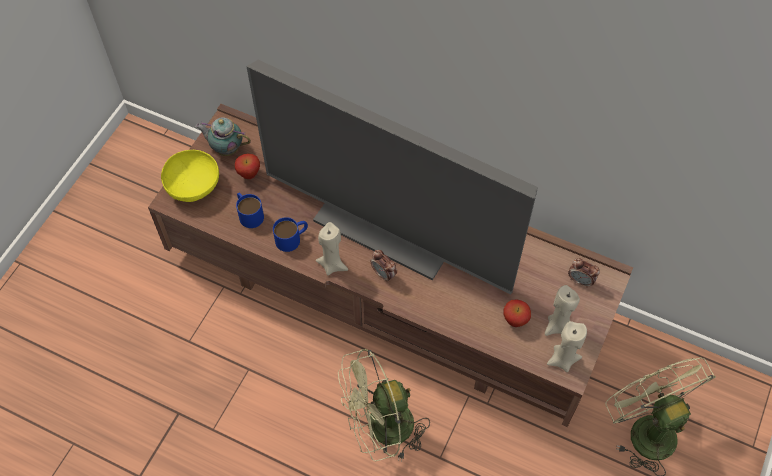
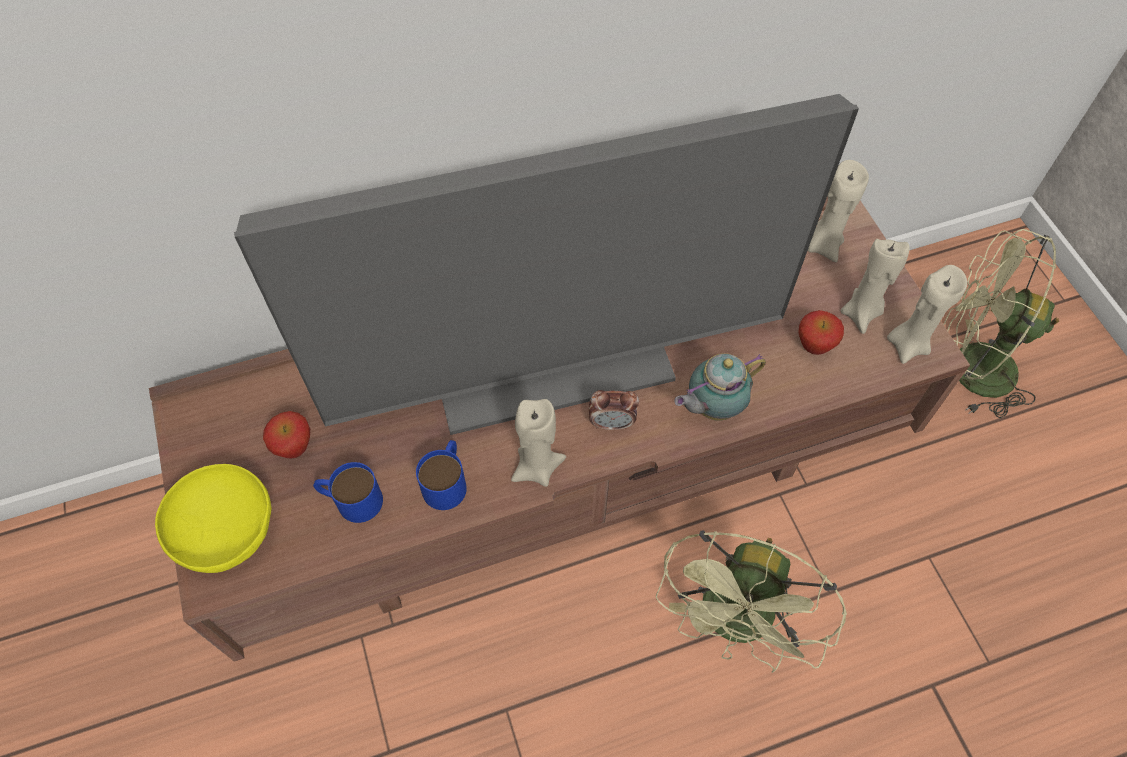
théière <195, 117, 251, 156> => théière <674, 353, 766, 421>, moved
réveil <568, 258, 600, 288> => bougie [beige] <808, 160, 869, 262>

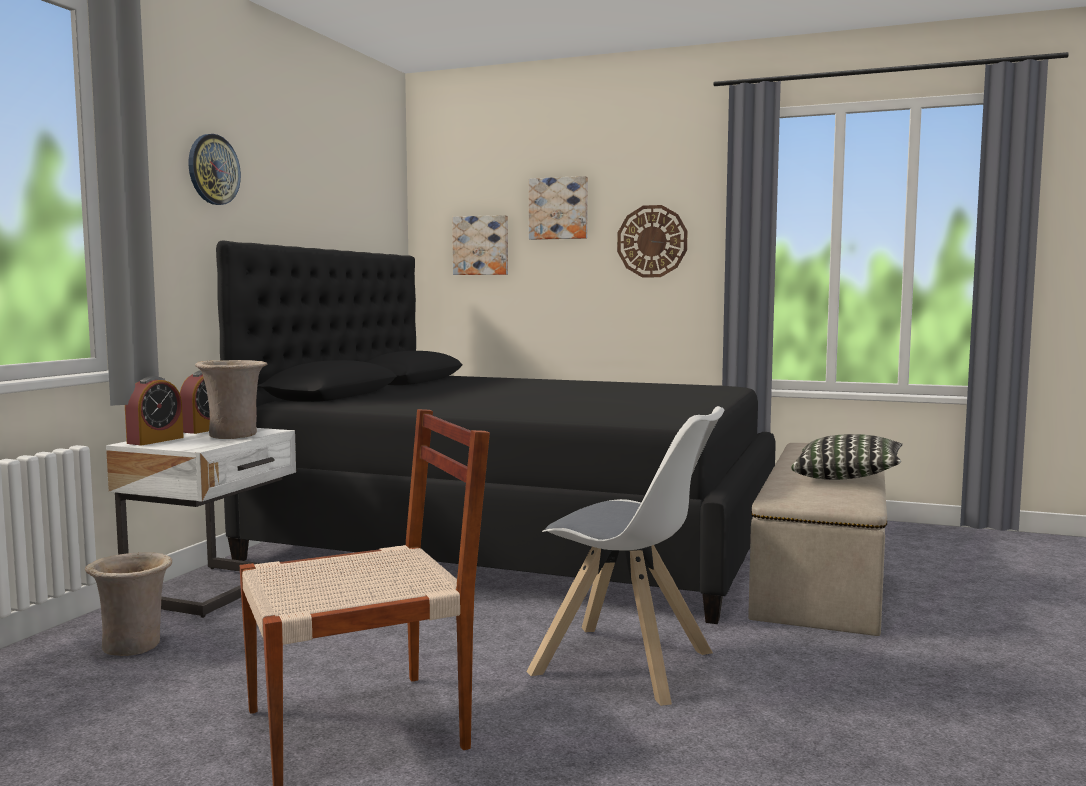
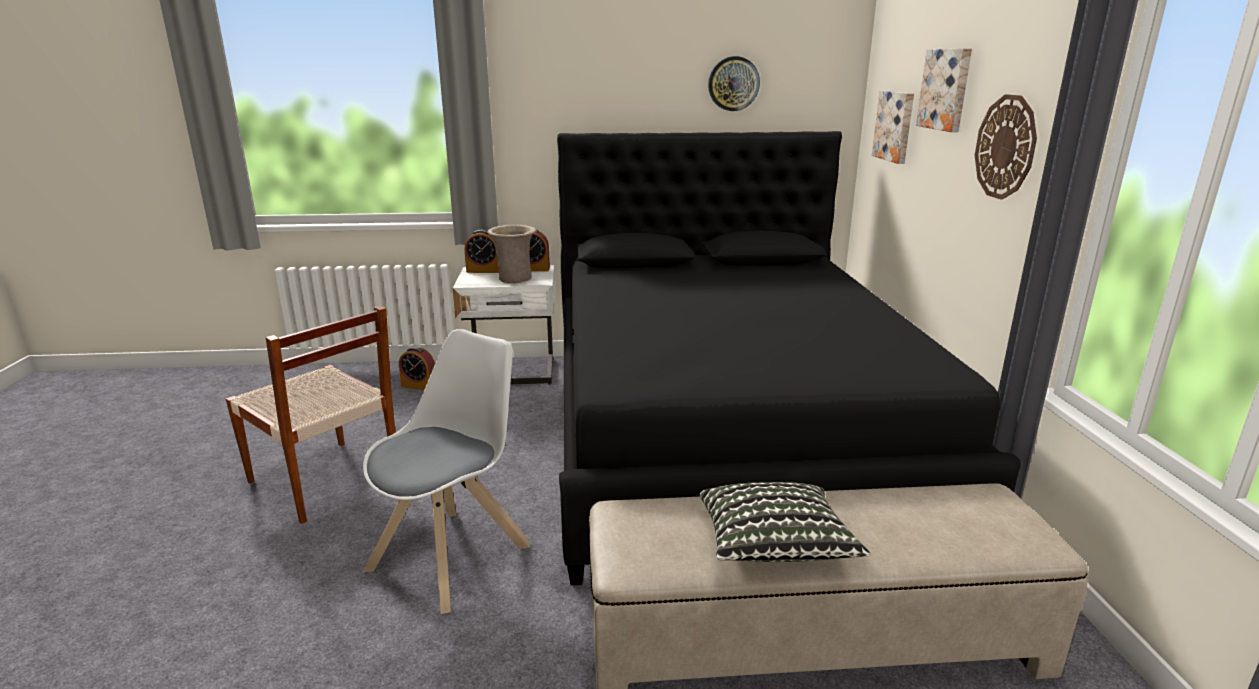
horloge murale <188, 134, 241, 205> => horloge murale <708, 56, 760, 111>, moved
chaise <526, 406, 724, 706> => chaise <363, 329, 530, 614>, 150 degrees counterclockwise
vase [beige] <85, 552, 172, 656> => réveil <399, 347, 435, 390>

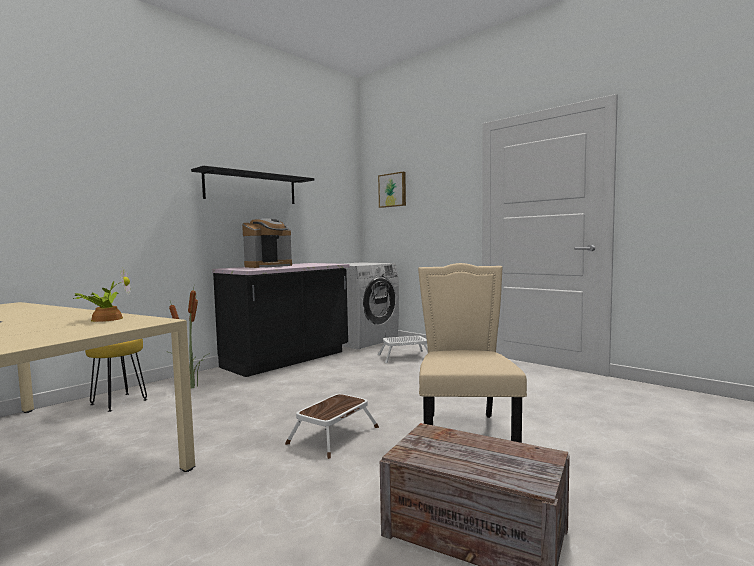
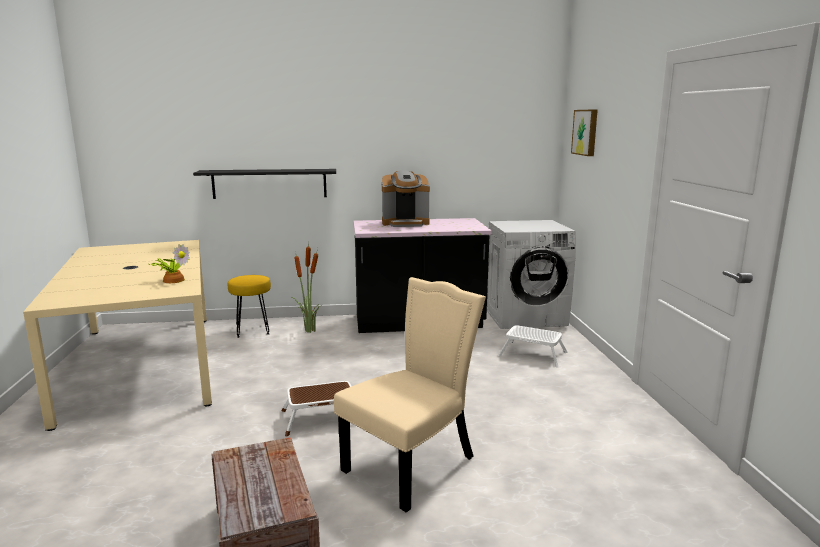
étagère [noir] <191, 166, 314, 204> => étagère [noir] <193, 169, 336, 199>, moved

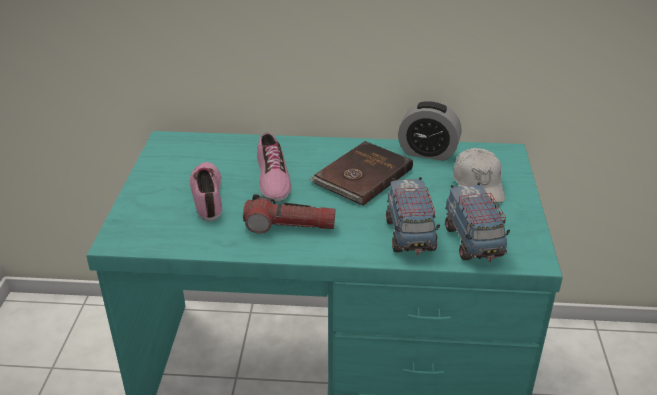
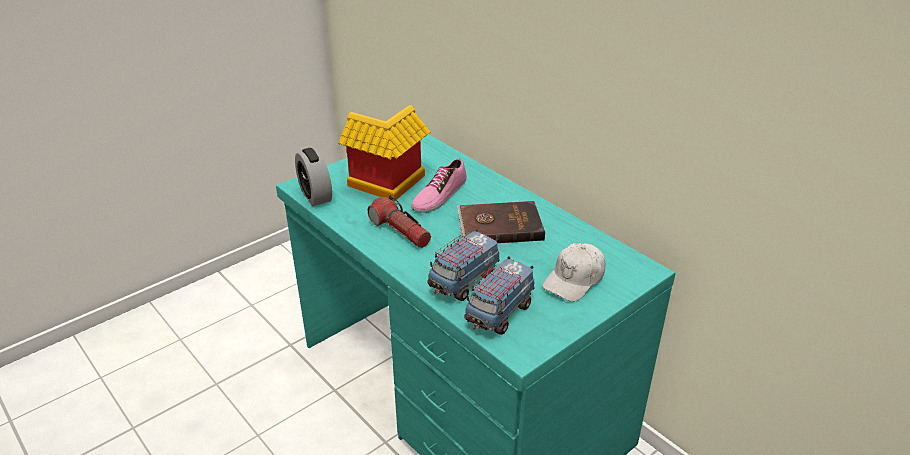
réveil <398, 101, 462, 161> => réveil <295, 148, 332, 206>, moved
chaussure <190, 162, 222, 222> => maison miniature <338, 105, 431, 202>

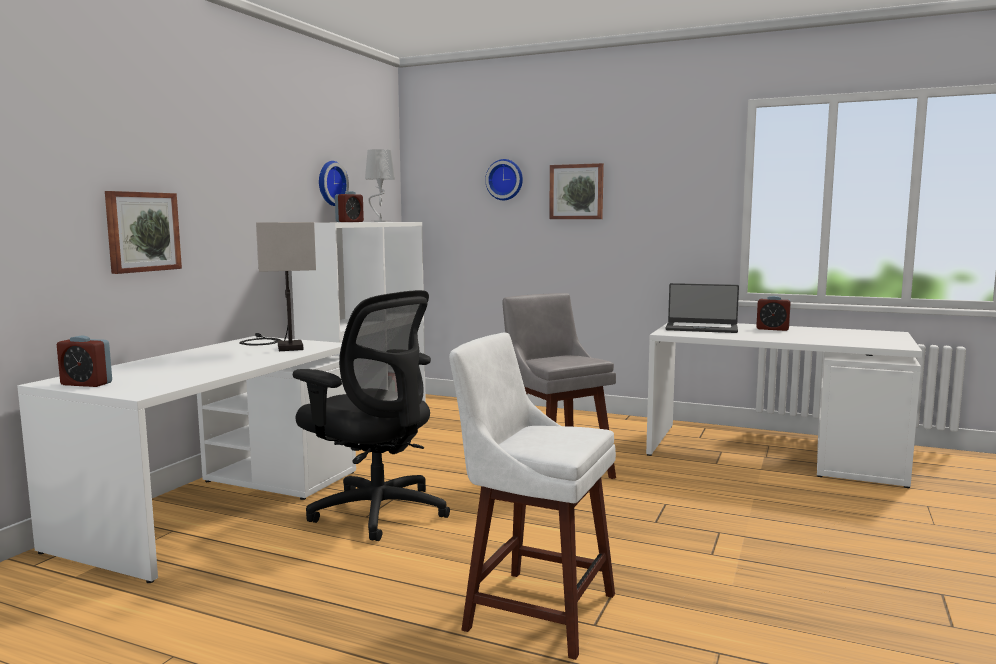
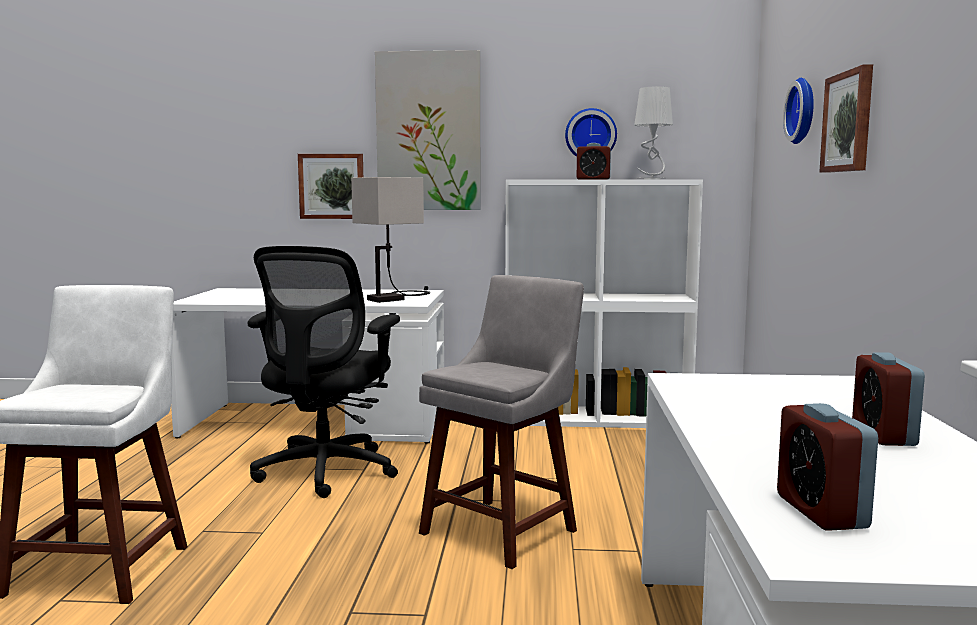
ordinateur portable <665, 283, 739, 333> => nothing
réveil <57, 335, 112, 387> => réveil <777, 403, 878, 531>, moved
nothing => tableau <375, 50, 480, 210>

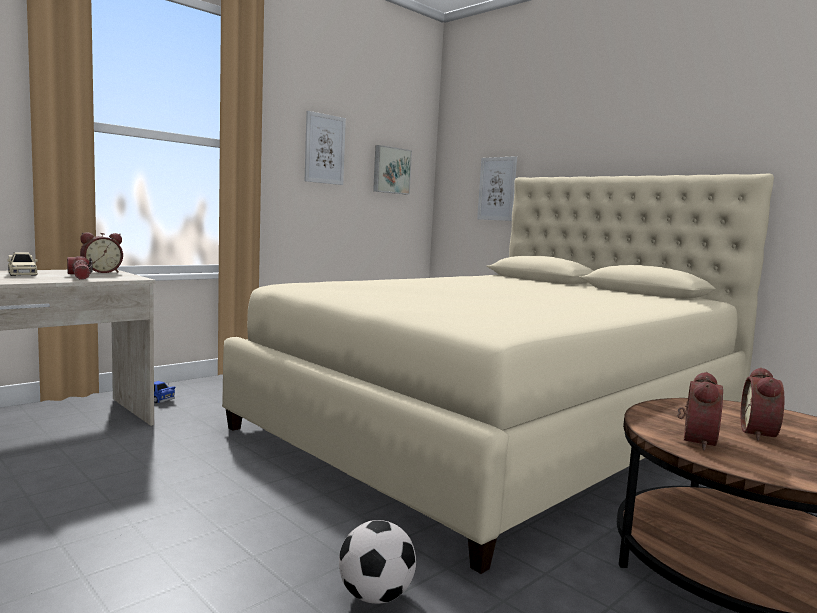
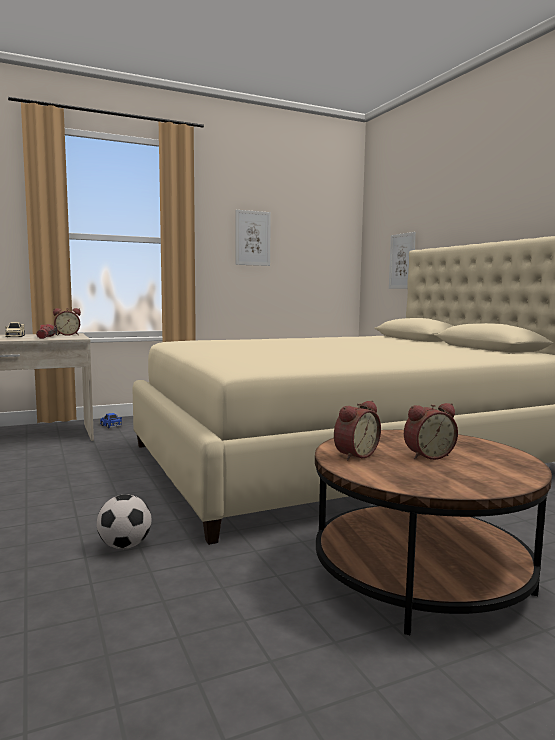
tableau <373, 145, 412, 195> => nothing
réveil <741, 367, 784, 441> => réveil <404, 403, 458, 460>, 150 degrees counterclockwise

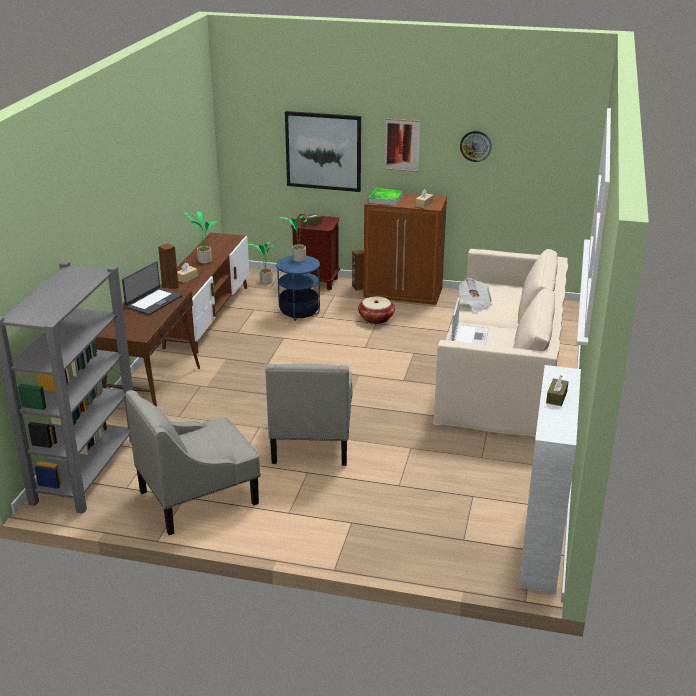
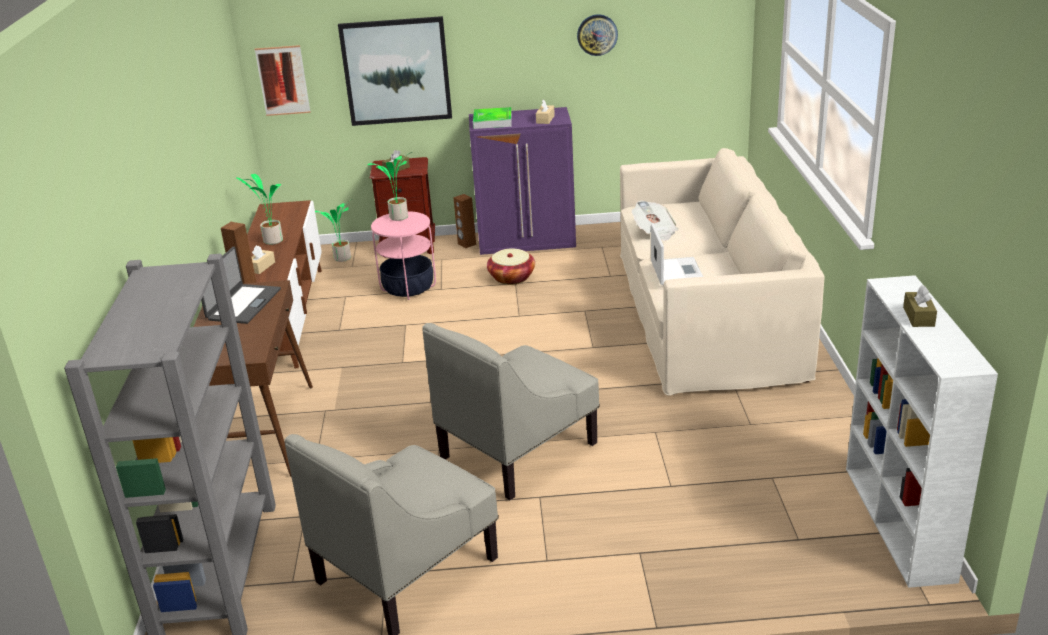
tableau <385, 118, 420, 172> => tableau <255, 45, 311, 116>, moved
meuble de rangement [marron] <363, 191, 447, 305> => meuble de rangement [violet] <469, 107, 576, 255>
table d'appoint [bleu] <276, 256, 320, 321> => table d'appoint [rose] <371, 211, 436, 300>
fauteuil [gris] <265, 363, 353, 466> => fauteuil [gris] <422, 323, 600, 500>, 60 degrees clockwise

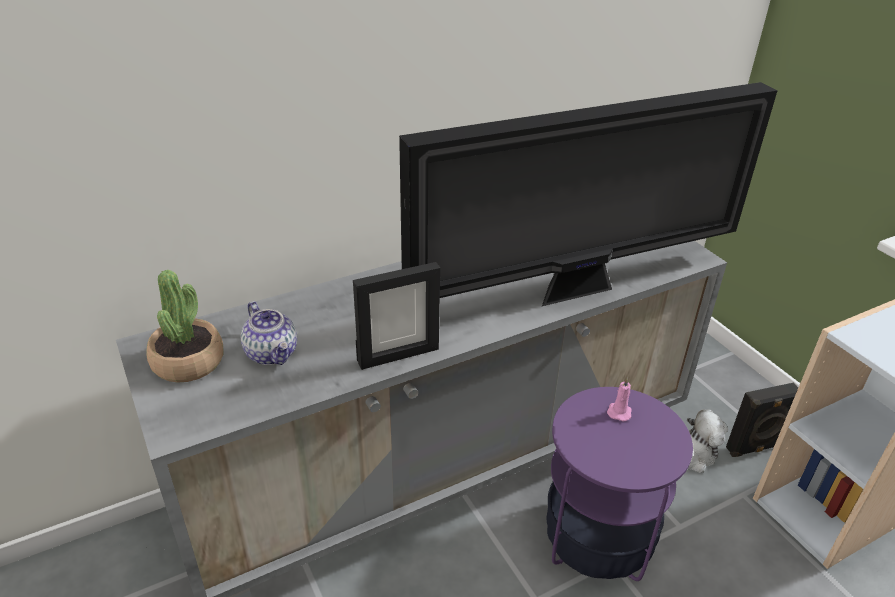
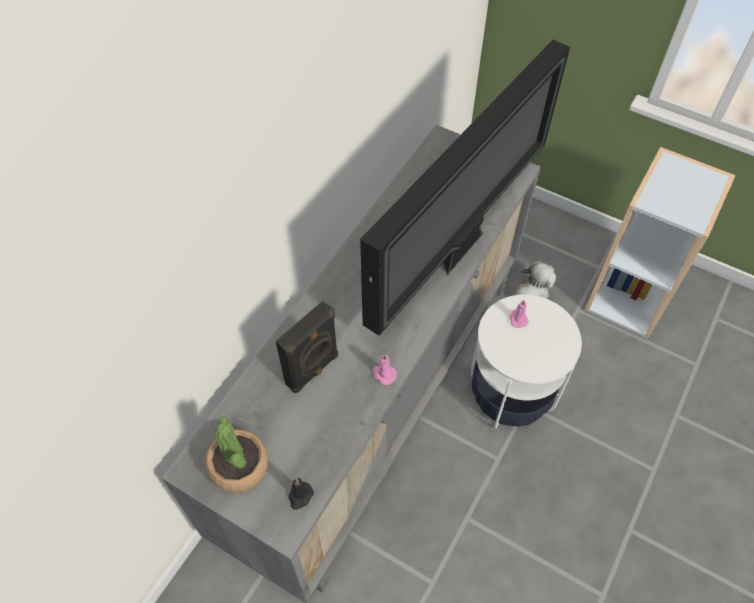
cadre photo <353, 262, 440, 370> => bougie [rose] <373, 355, 397, 385>
théière <241, 301, 297, 365> => nothing
enceinte [noir] <726, 383, 798, 457> => enceinte [noir] <276, 301, 338, 394>, moved
table d'appoint [violet] <547, 387, 693, 581> => table d'appoint [blanc] <471, 295, 582, 429>
nothing => bougie [noir] <288, 478, 314, 510>

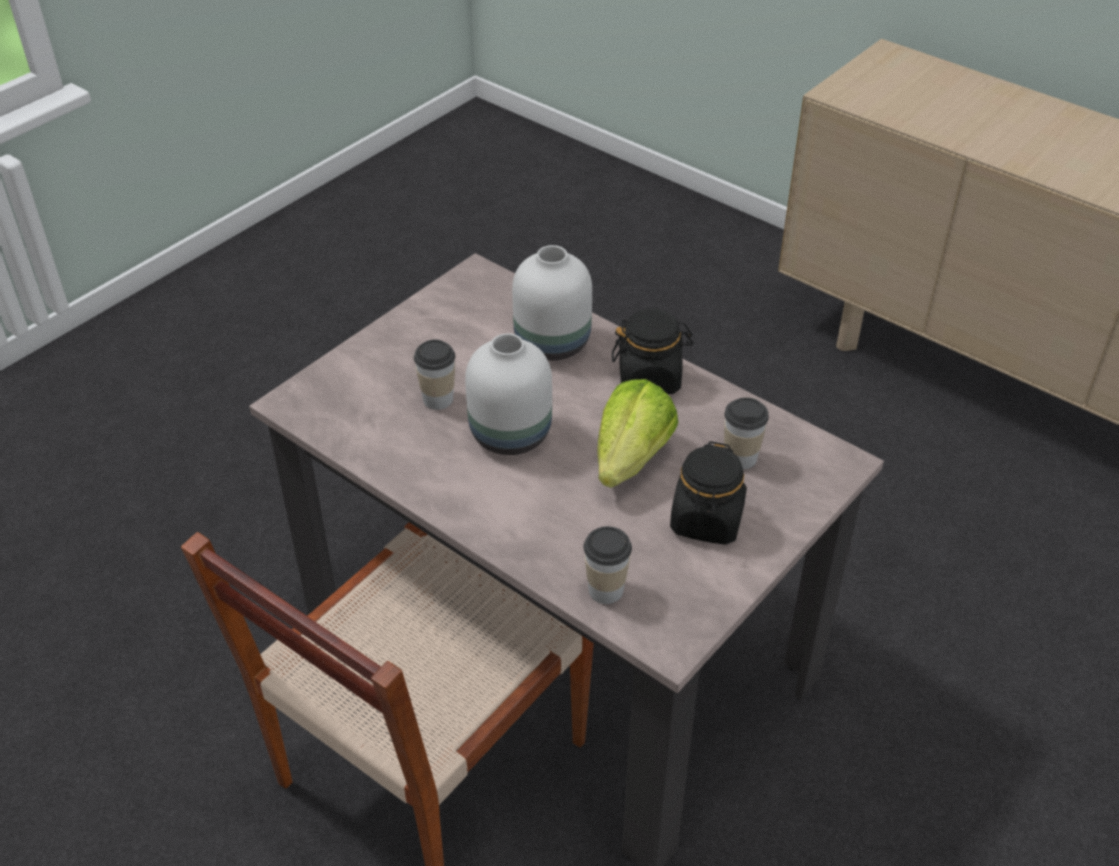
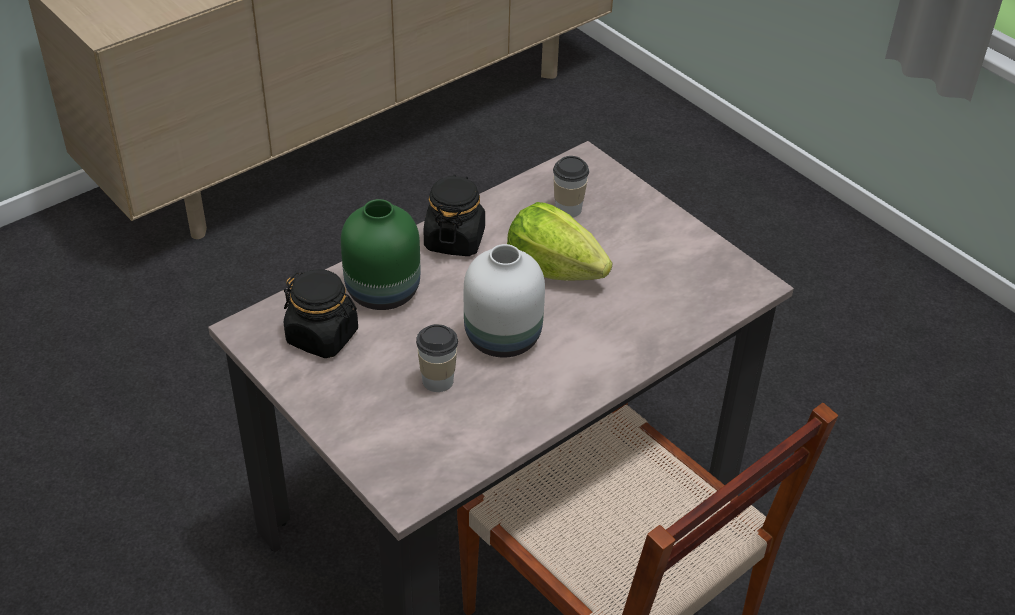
vase [blanc] <512, 245, 592, 361> => vase [vert] <341, 199, 420, 310>
bocal [noir] <670, 441, 747, 545> => bocal [noir] <283, 269, 358, 358>, moved
tasse <584, 526, 632, 604> => nothing

